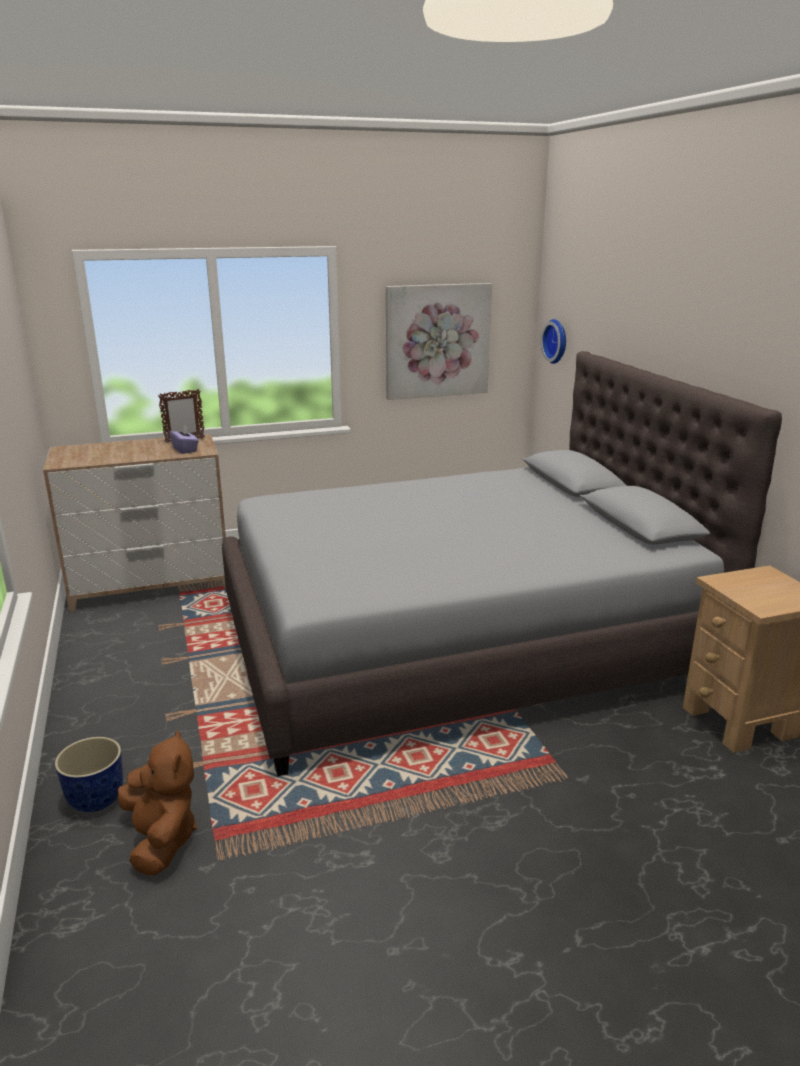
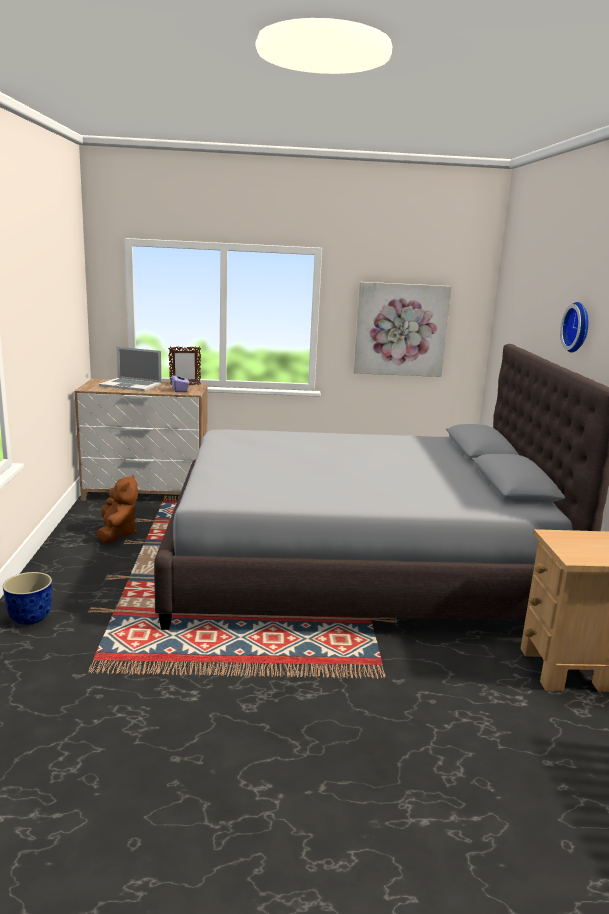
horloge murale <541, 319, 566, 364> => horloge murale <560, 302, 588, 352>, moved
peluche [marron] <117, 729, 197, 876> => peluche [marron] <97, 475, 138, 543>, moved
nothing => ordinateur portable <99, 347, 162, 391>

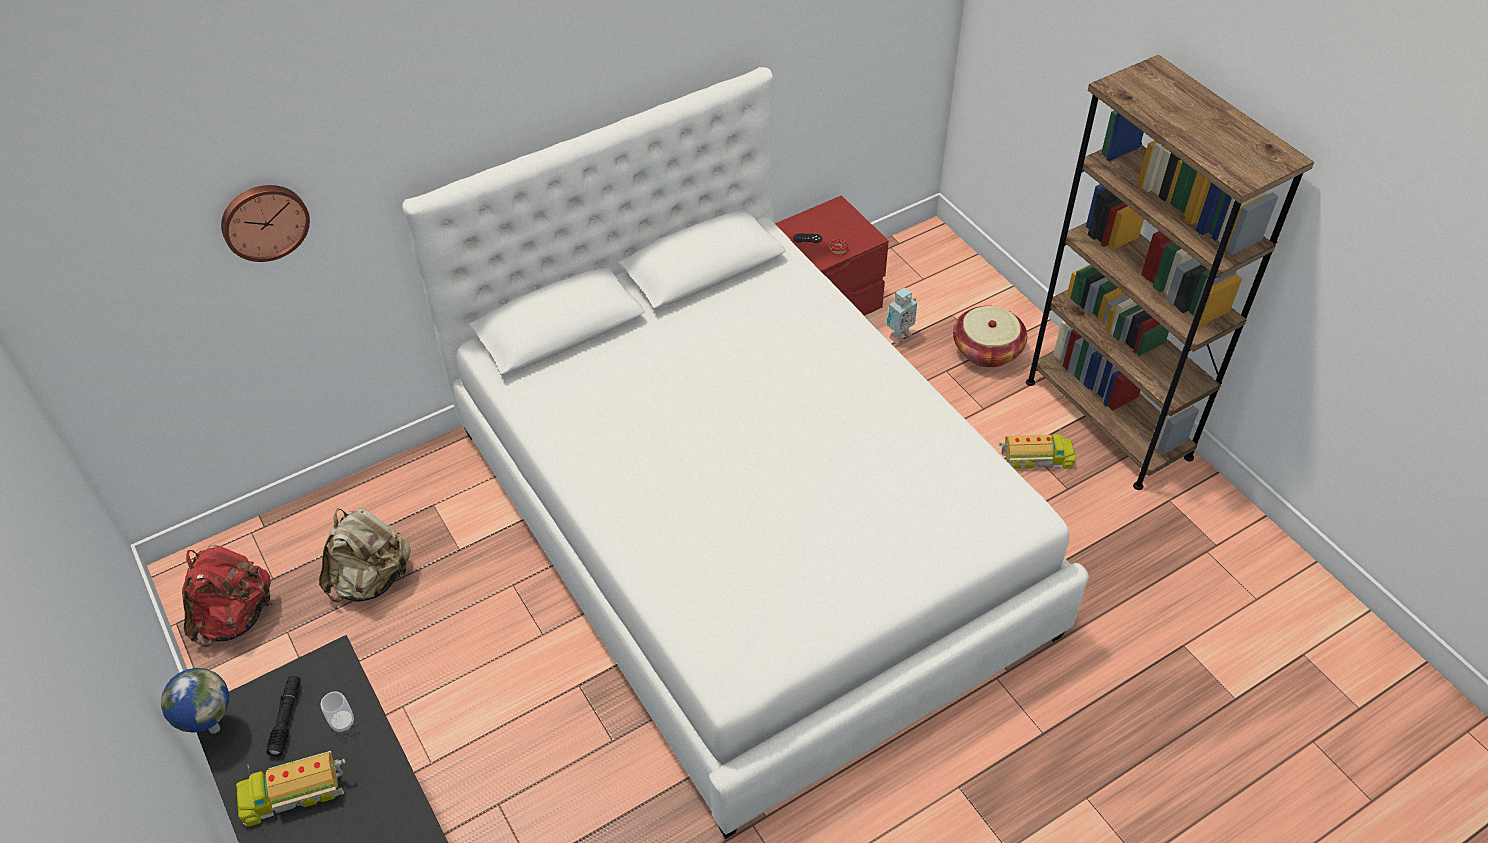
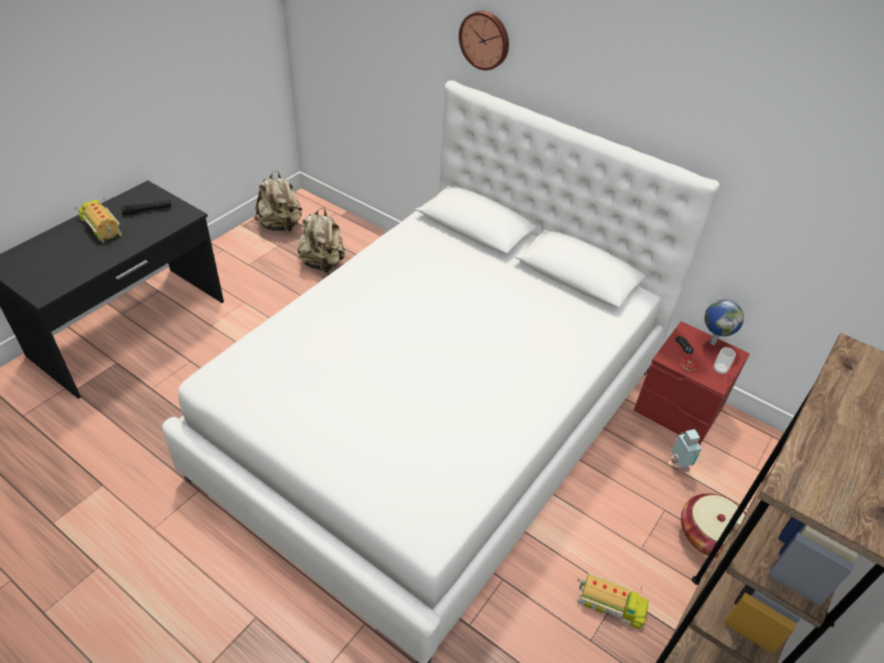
horloge murale <221, 185, 310, 262> => horloge murale <459, 11, 509, 70>, moved
robot jouet <887, 287, 917, 345> => robot jouet <671, 429, 702, 474>, 135 degrees counterclockwise
camion jouet <998, 428, 1076, 469> => camion jouet <577, 573, 649, 629>, 45 degrees counterclockwise
sac à dos [rouge] <182, 545, 273, 647> => sac à dos [beige] <254, 170, 302, 232>
globe <161, 668, 229, 734> => globe <704, 300, 744, 345>, moved
tasse <321, 692, 354, 732> => tasse <714, 347, 736, 374>, moved

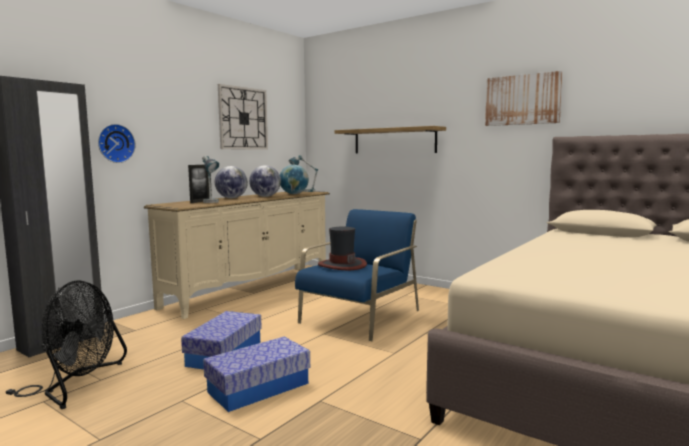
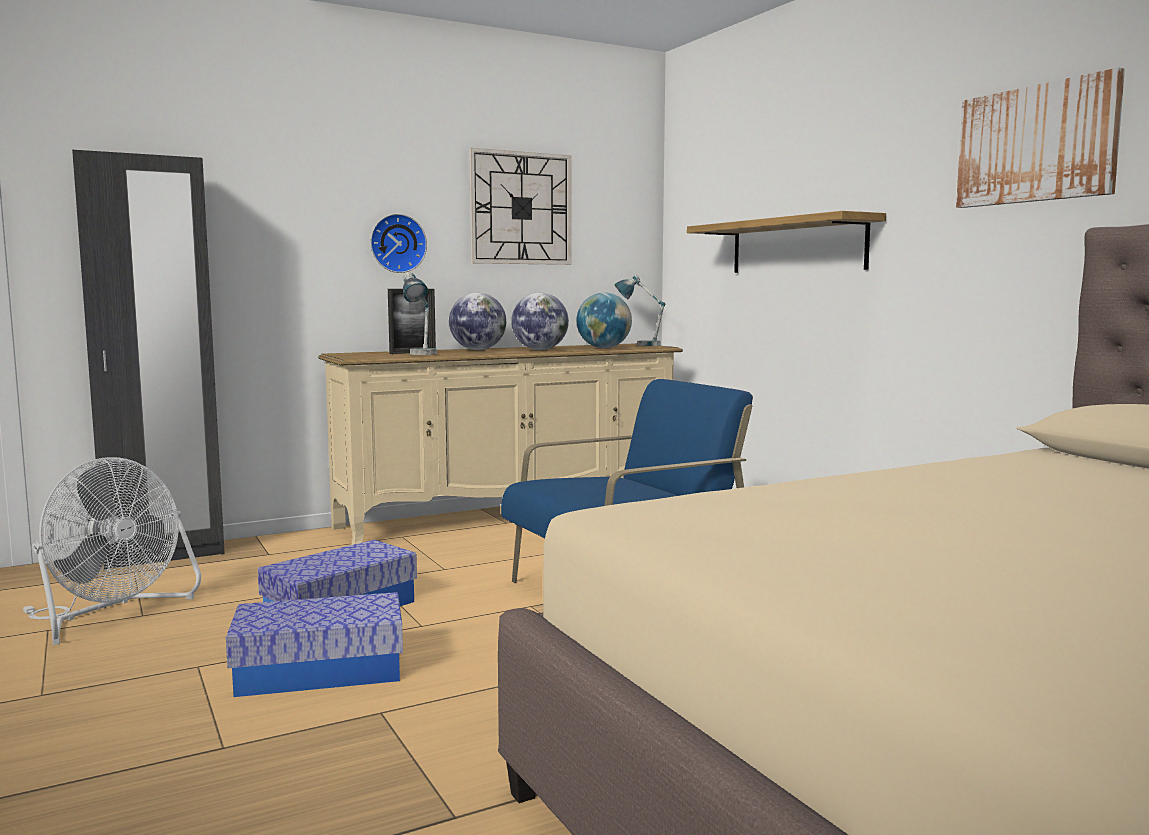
horloge murale <98, 124, 136, 163> => horloge murale <370, 214, 427, 273>, moved
chapeau <318, 226, 367, 270> => nothing
ventilateur [noir] <6, 281, 127, 409> => ventilateur [blanc] <23, 457, 201, 645>

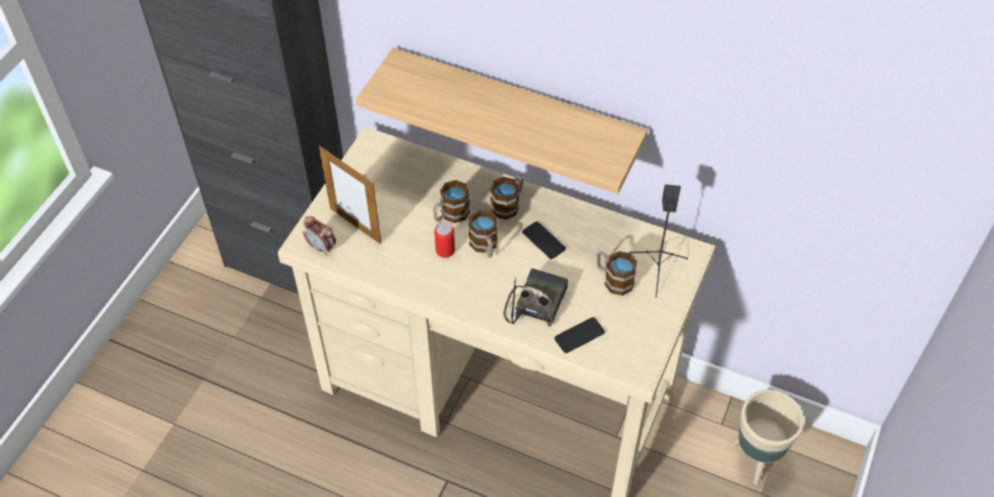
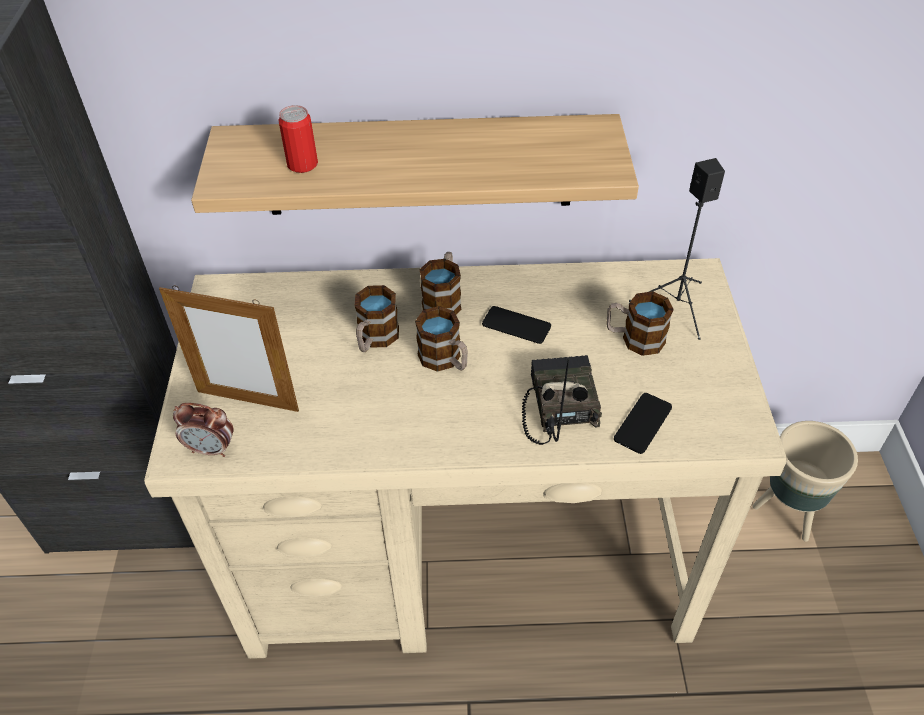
boîte métallique <434, 221, 455, 258> => boîte métallique <279, 105, 318, 173>, moved

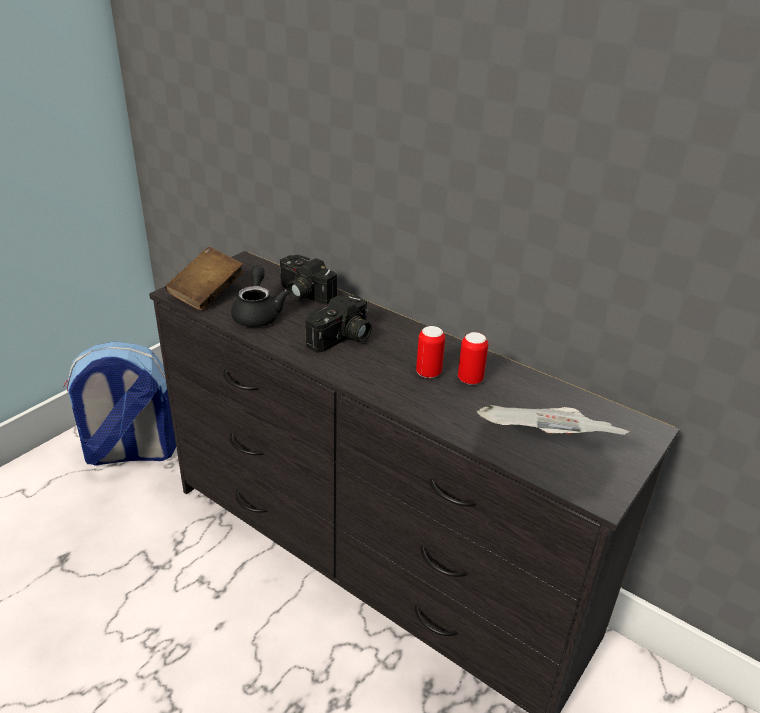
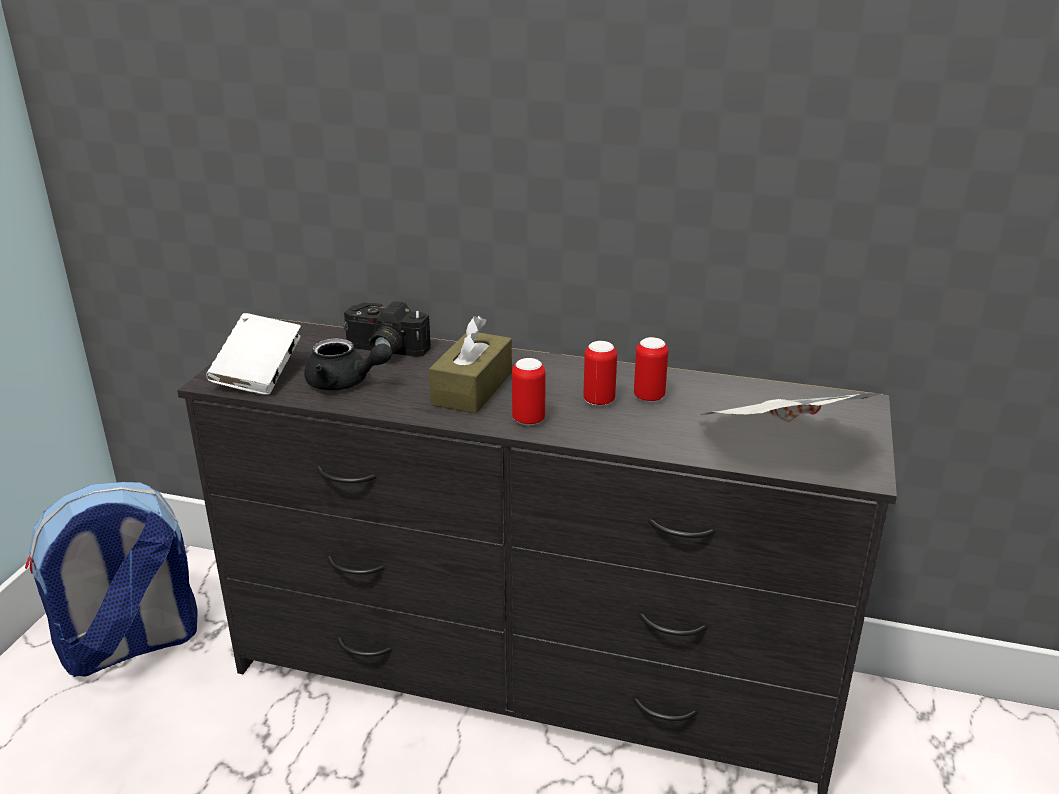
livre [marron] <165, 247, 243, 311> => livre [blanc] <206, 313, 301, 395>
théière [noir] <231, 265, 289, 327> => théière [noir] <304, 338, 392, 390>, 135 degrees clockwise
appareil photo <305, 295, 372, 353> => boîte à mouchoirs [marron] <429, 316, 512, 414>
nothing => boîte métallique <512, 358, 546, 425>

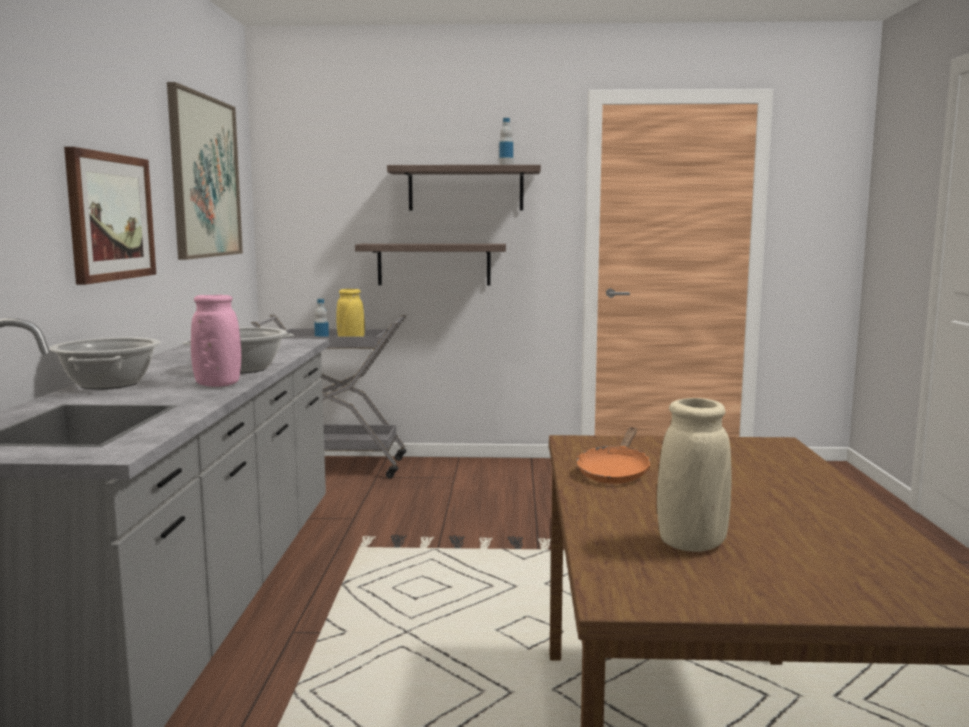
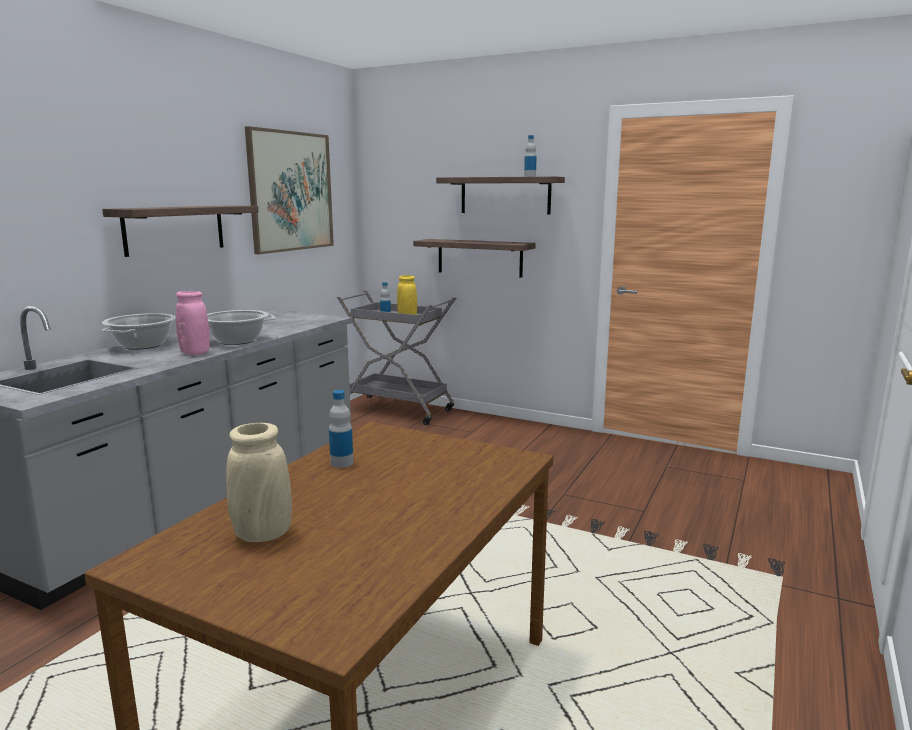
tableau <64, 147, 156, 285> => étagère <102, 205, 259, 257>
poêle [orange] <577, 427, 651, 484> => bouteille <329, 390, 353, 468>

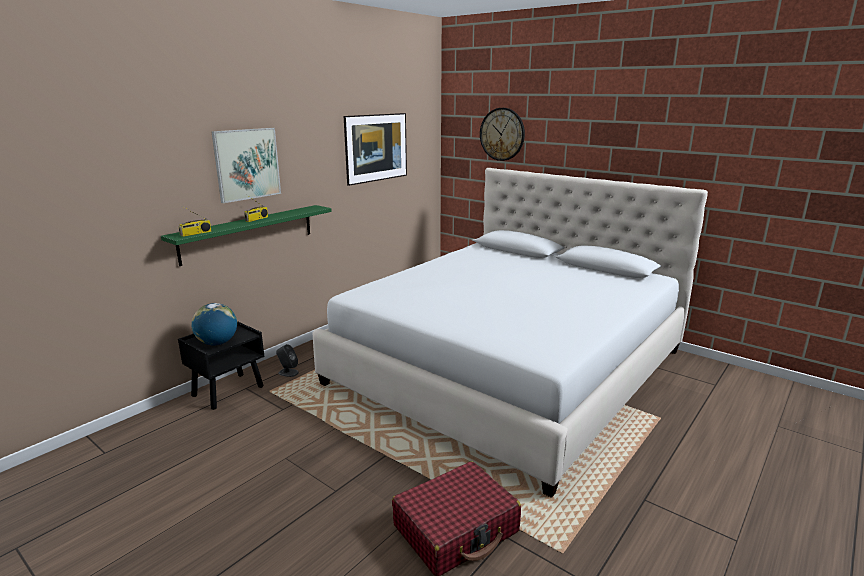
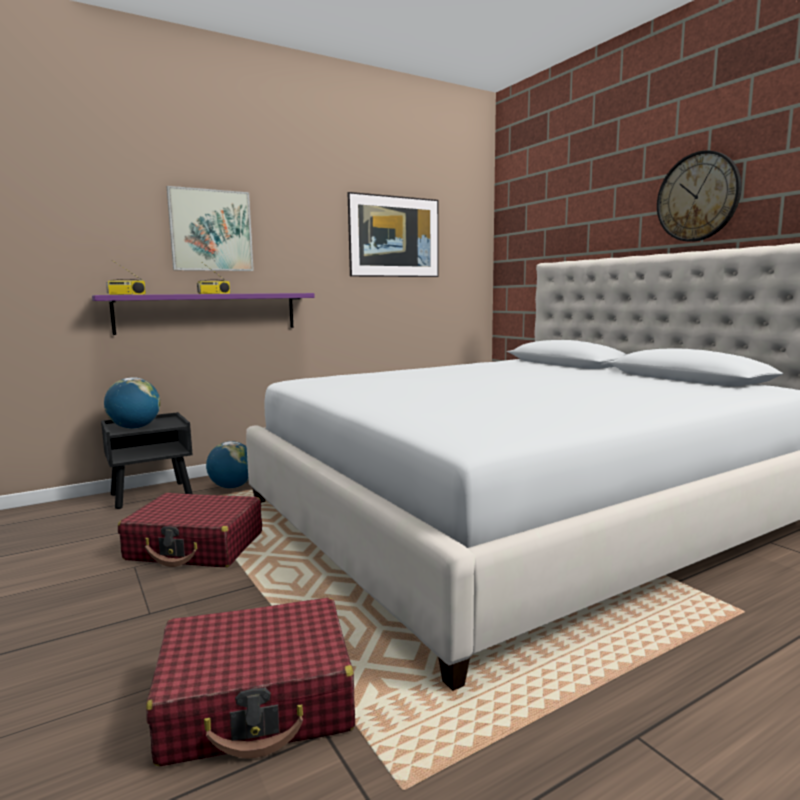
horloge murale <480, 108, 525, 161> => horloge murale <657, 150, 742, 242>, moved
étagère [vert] <161, 205, 332, 266> => étagère [violet] <92, 293, 315, 335>
enceinte [gris] <276, 344, 299, 377> => globe <206, 441, 249, 488>
nothing => valise [rouge] <118, 493, 262, 567>

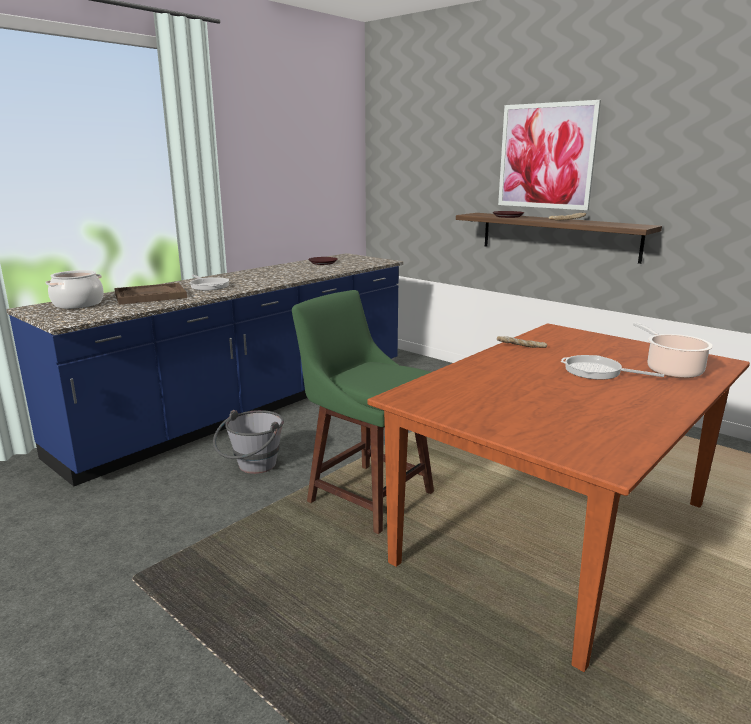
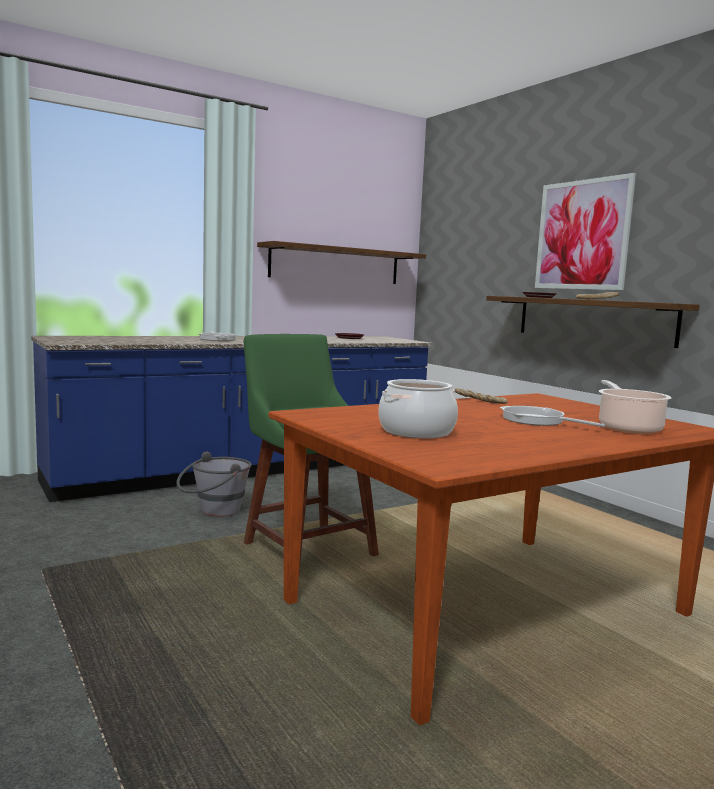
marmite <46, 270, 104, 309> => marmite <378, 379, 458, 438>, moved
plateau [marron] <114, 283, 187, 305> => nothing
nothing => étagère <257, 241, 426, 284>

